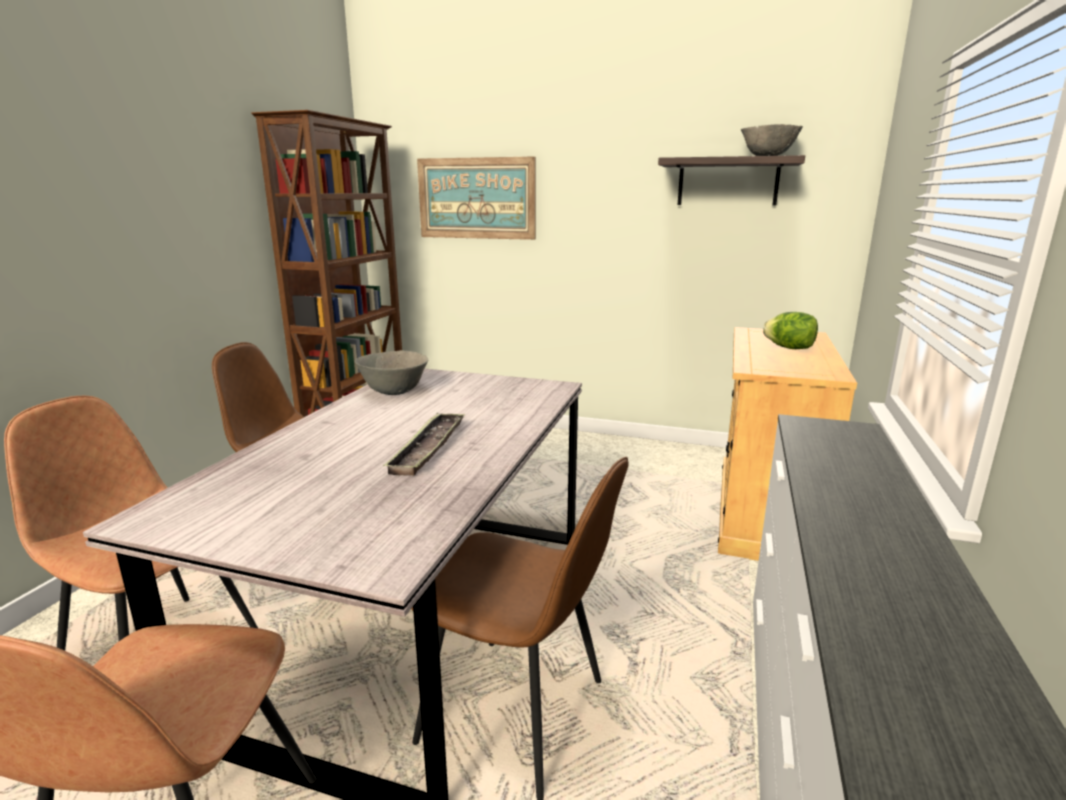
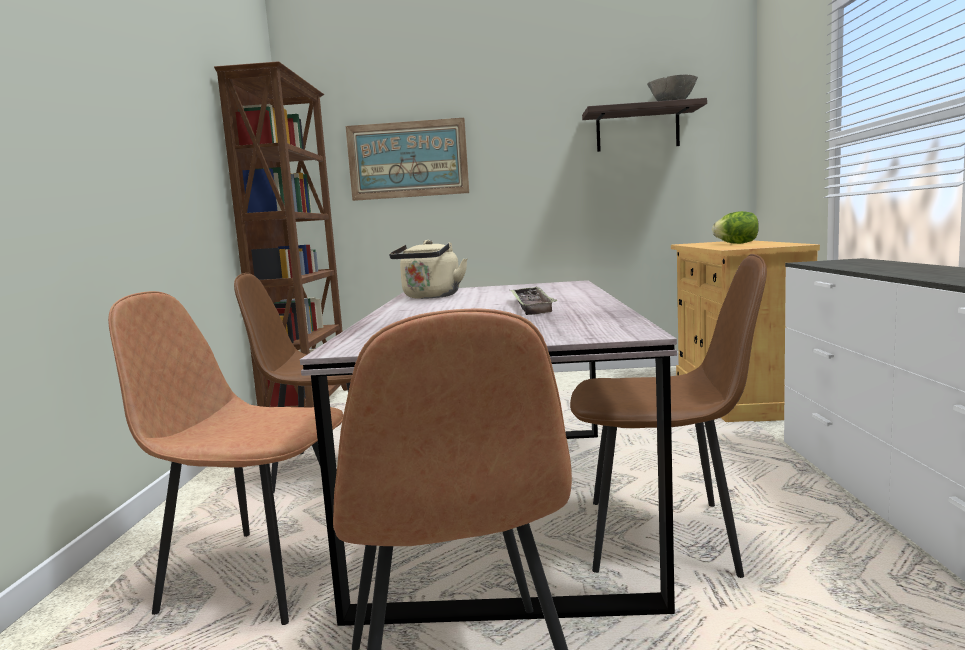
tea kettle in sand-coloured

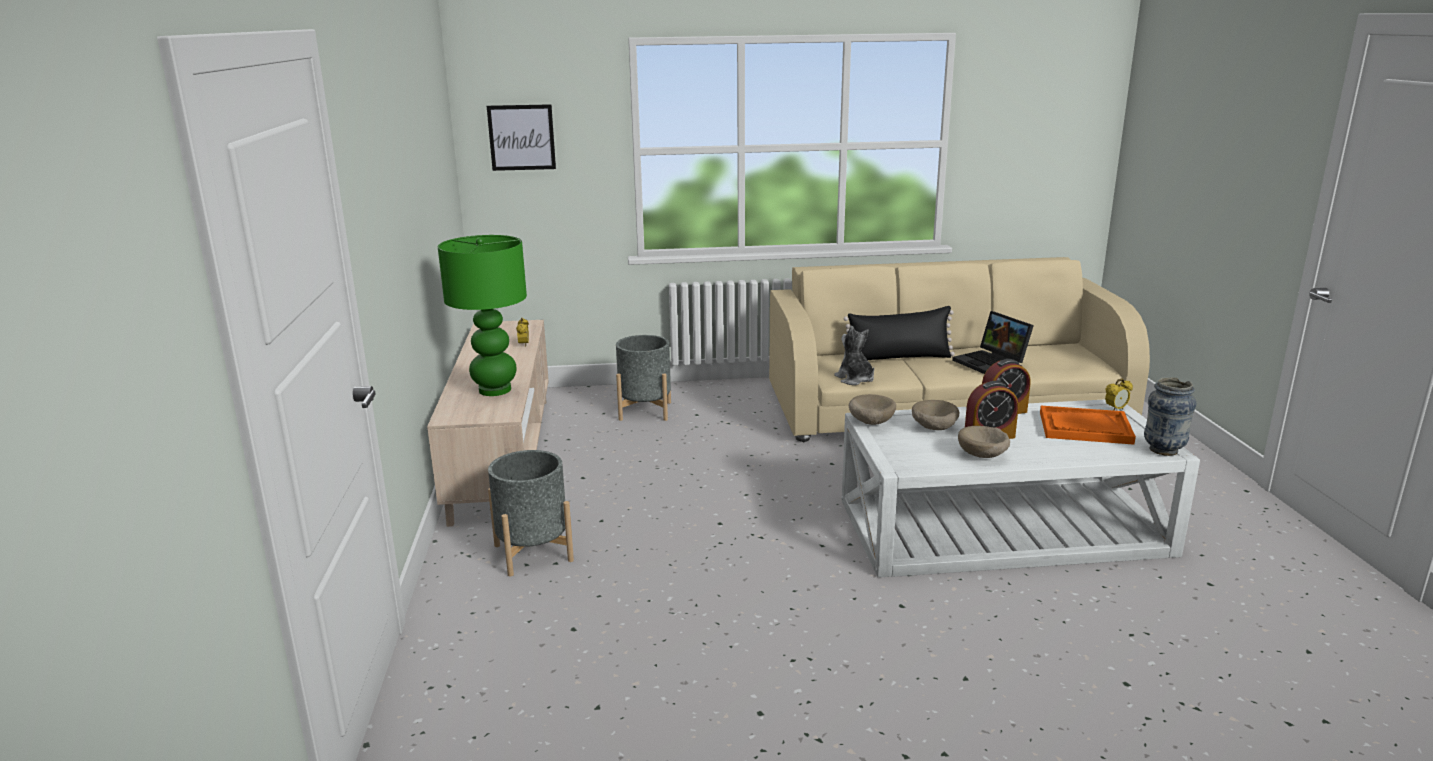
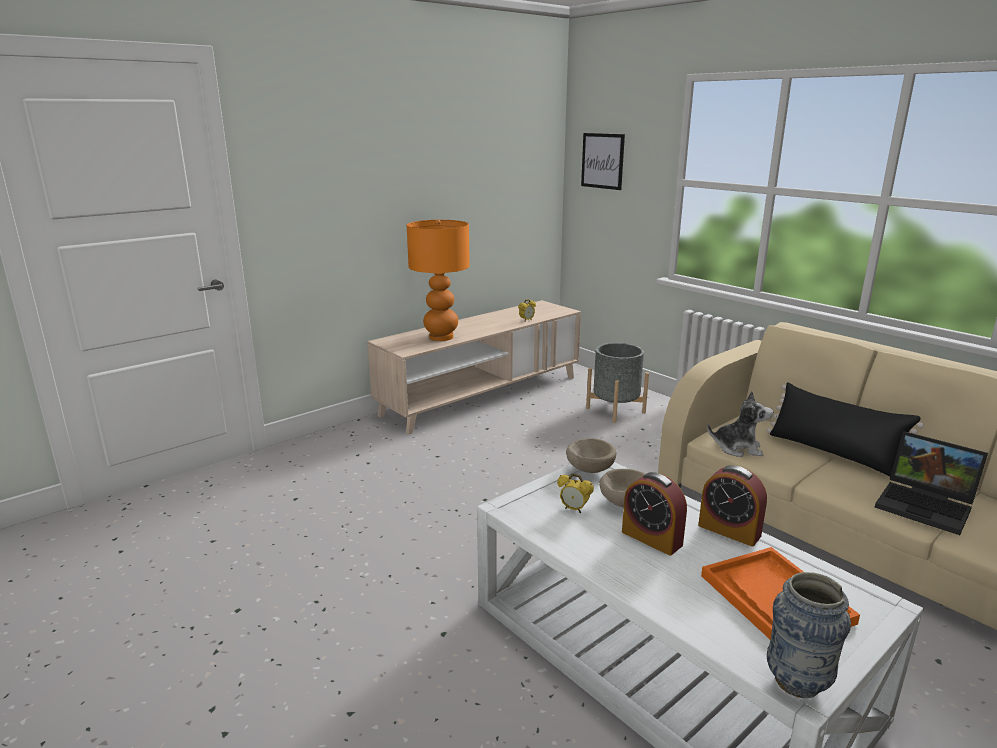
lamp for a table in orange
plant pot in gray (no. 1 from left in the first image)
cuddly toy
portable computer
serving bowl in sand-coloured (no. 3 from left in the first image)
table clock (no. 2 from left)

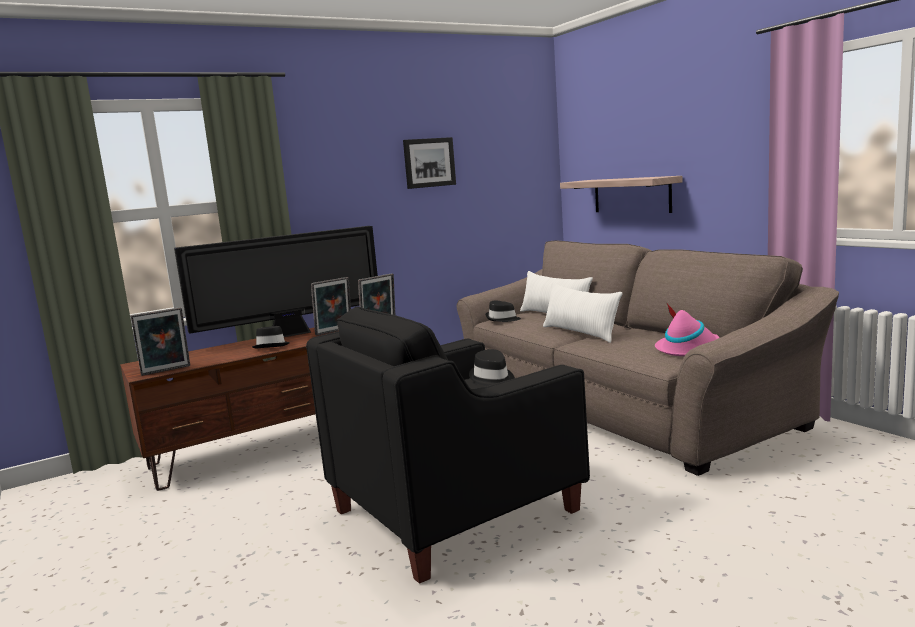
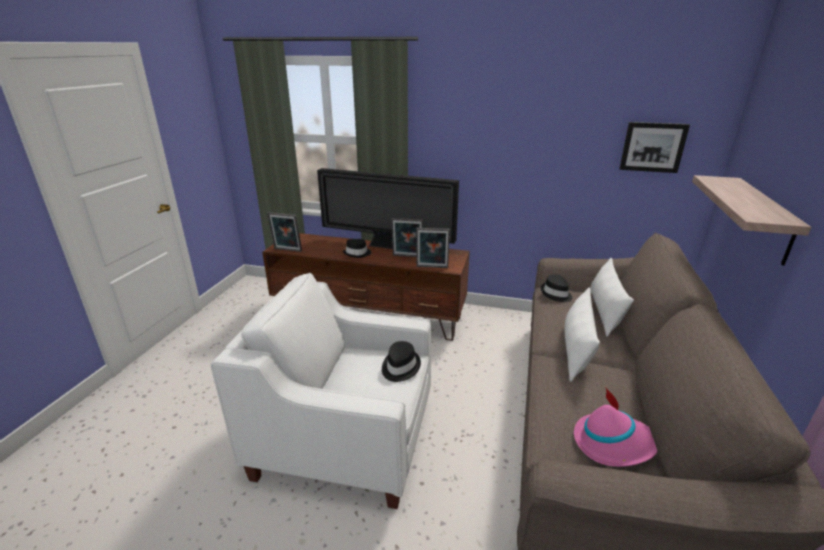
lounge chair in white
picture

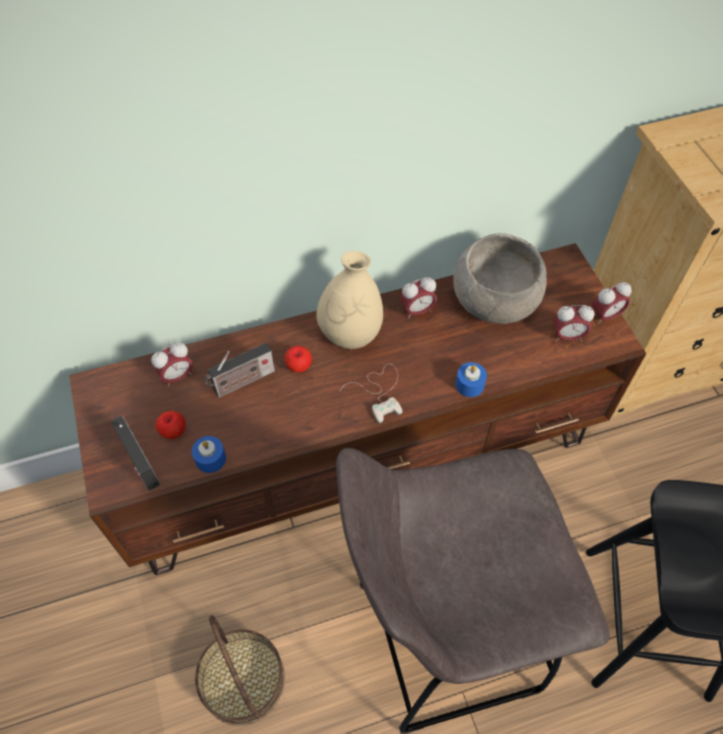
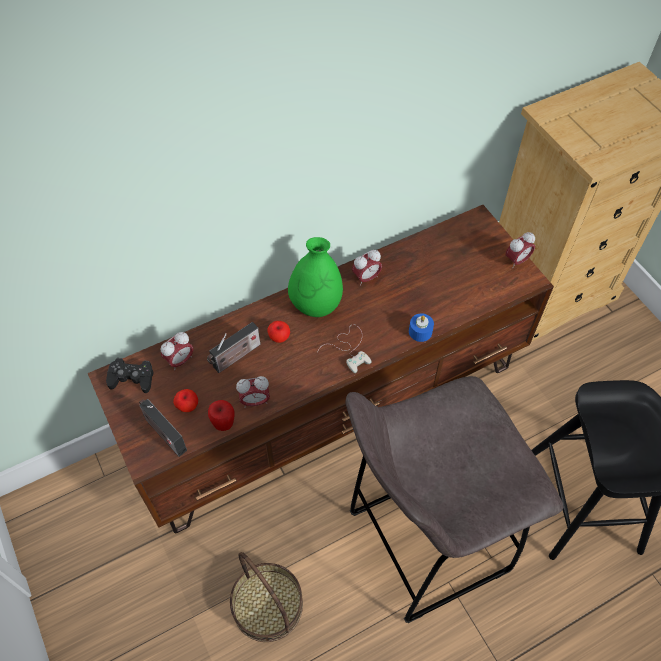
apple fruit (no. 2 from left)
flower vase in greenish
serving bowl in gray
table clock (no. 2 from left)
game controller in black-coloured

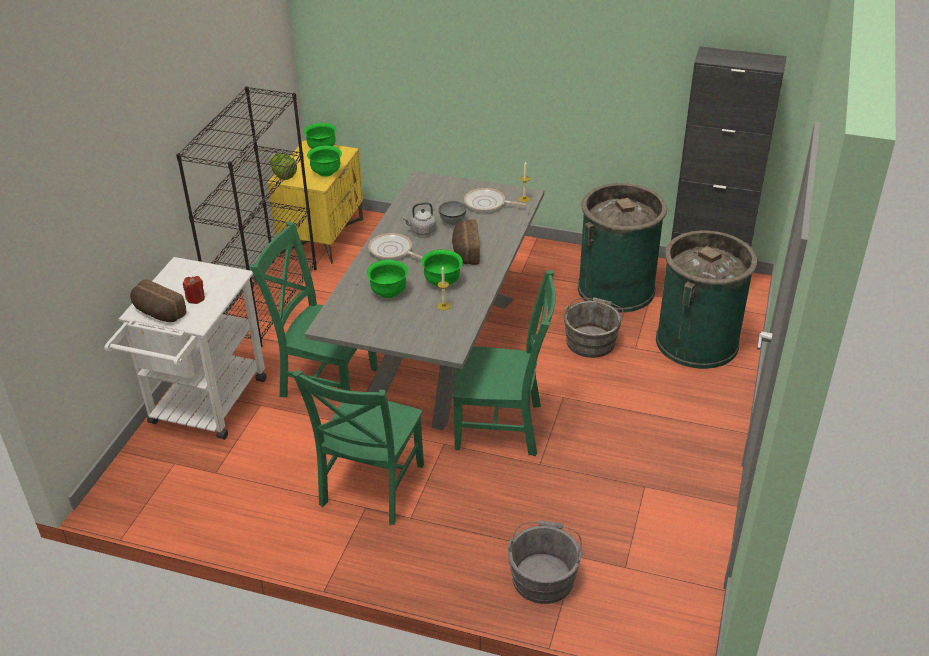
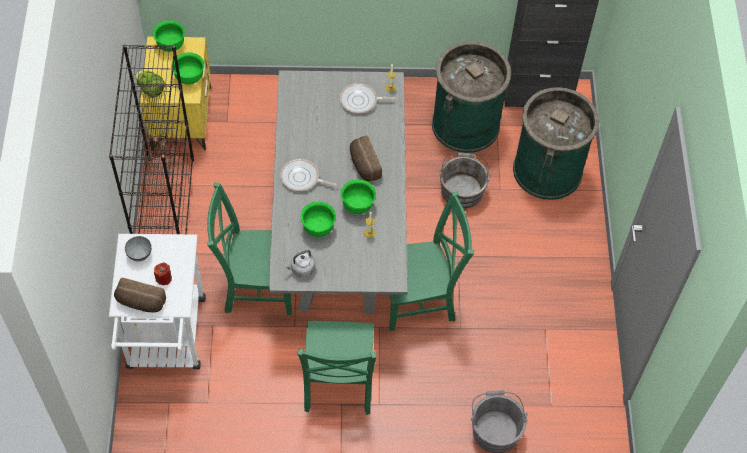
tea kettle in gray
serving bowl in gray

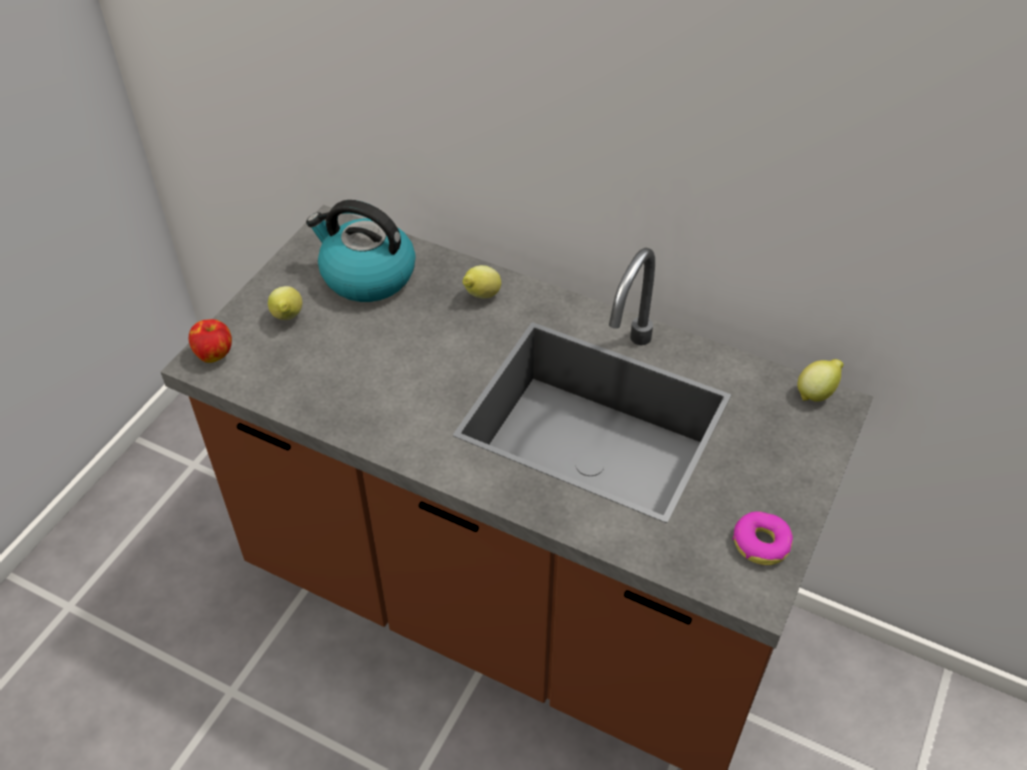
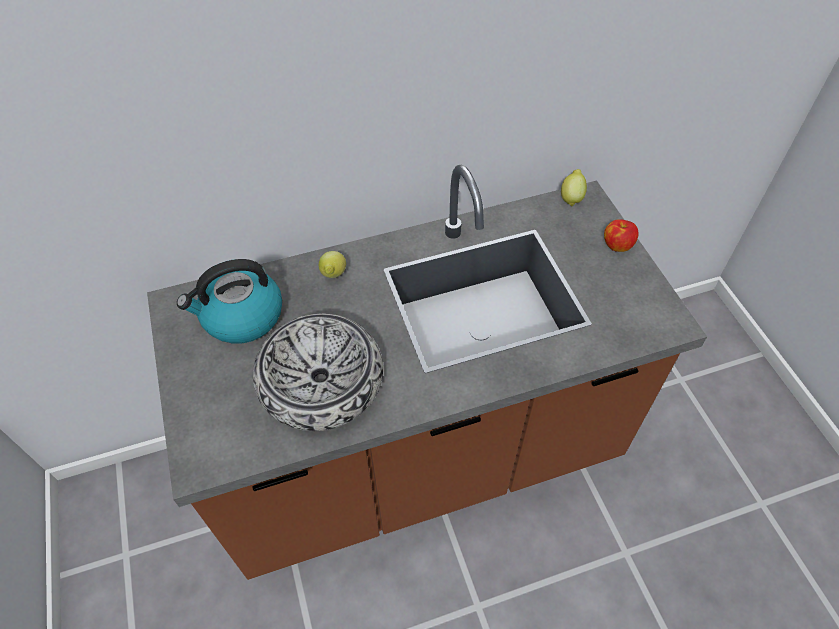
apple fruit
lemon (no. 1 from left in the first image)
donut
serving bowl

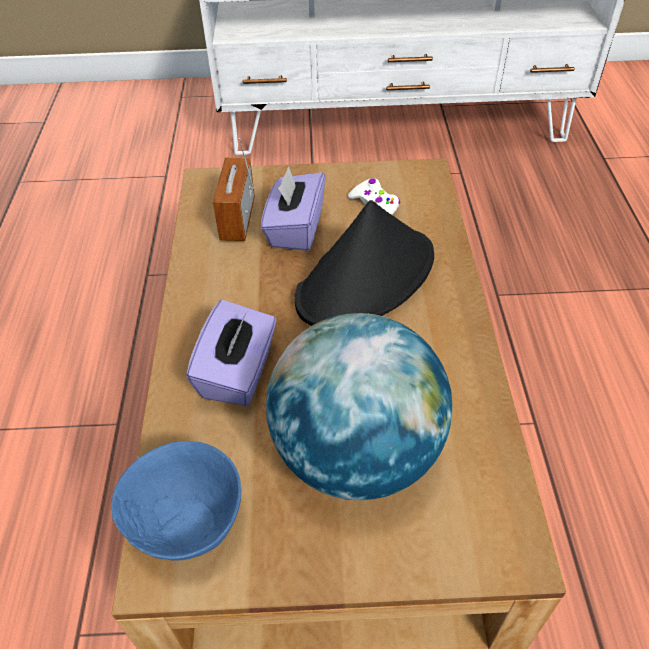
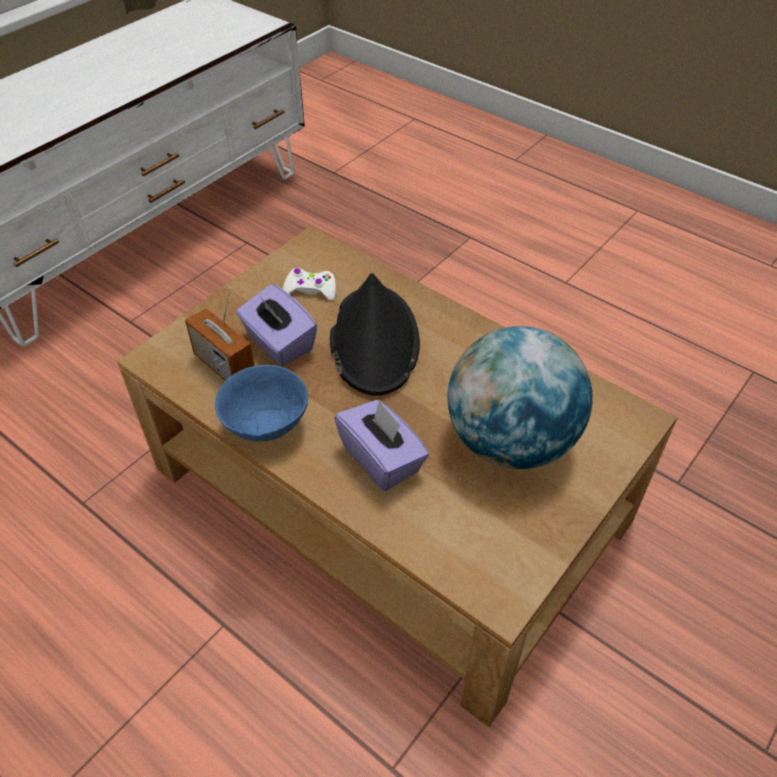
serving bowl in bluish

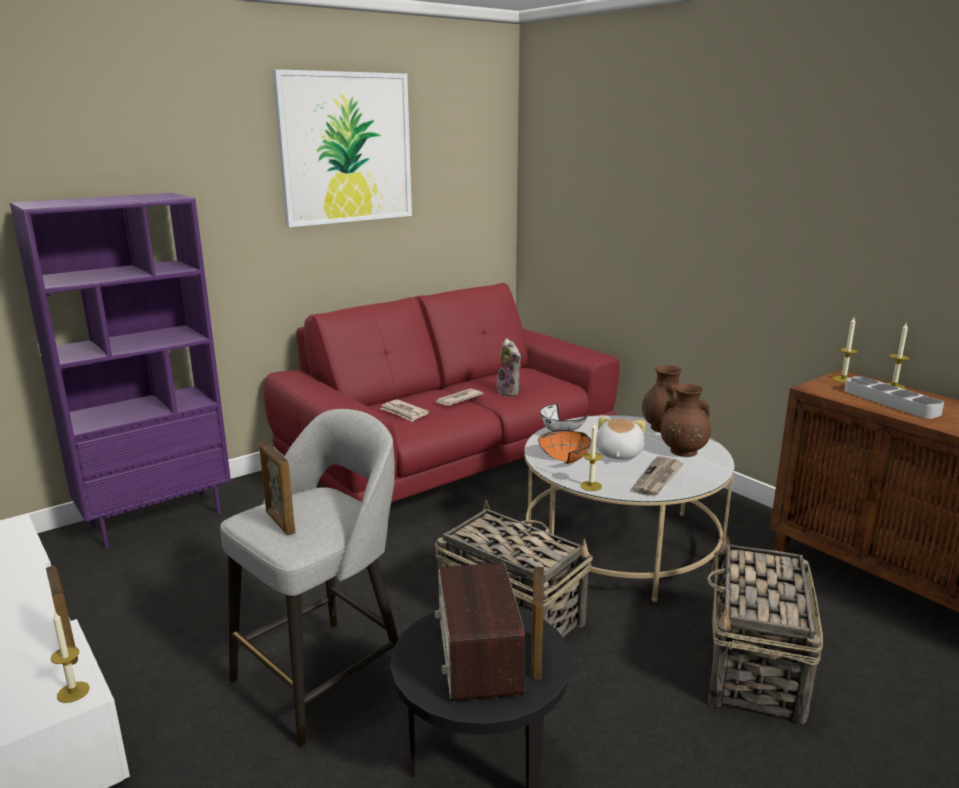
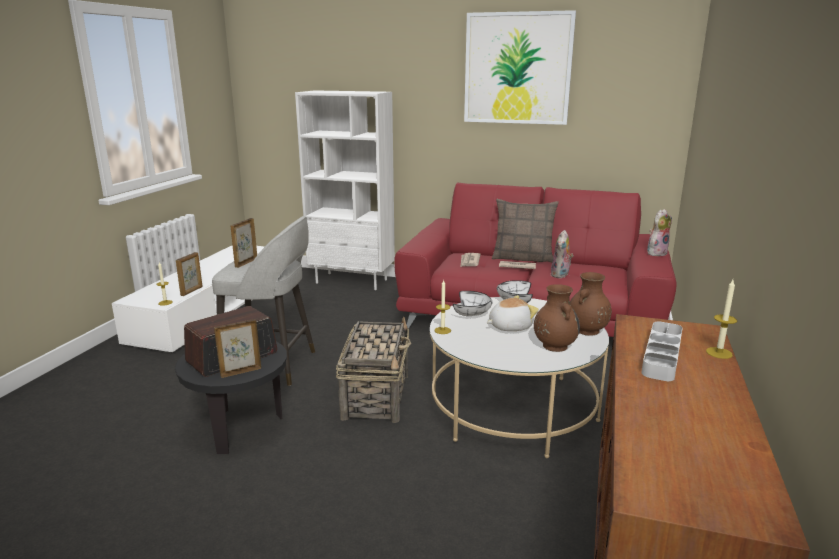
bookshelf in white
serving bowl in white (no. 1 from left)
printed paper (no. 3 from left in the first image)
household basket (no. 2 from left in the first image)
candle (no. 3 from left in the first image)
pillow
cuddly toy (no. 3 from left)

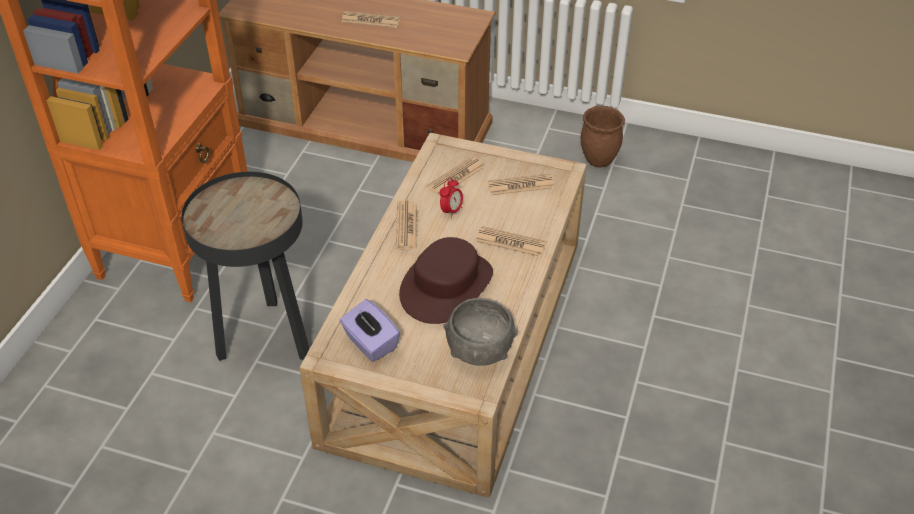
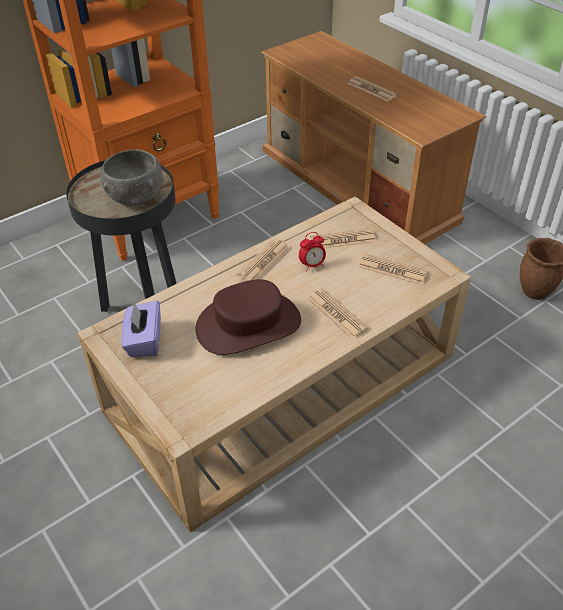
serving bowl in gray

